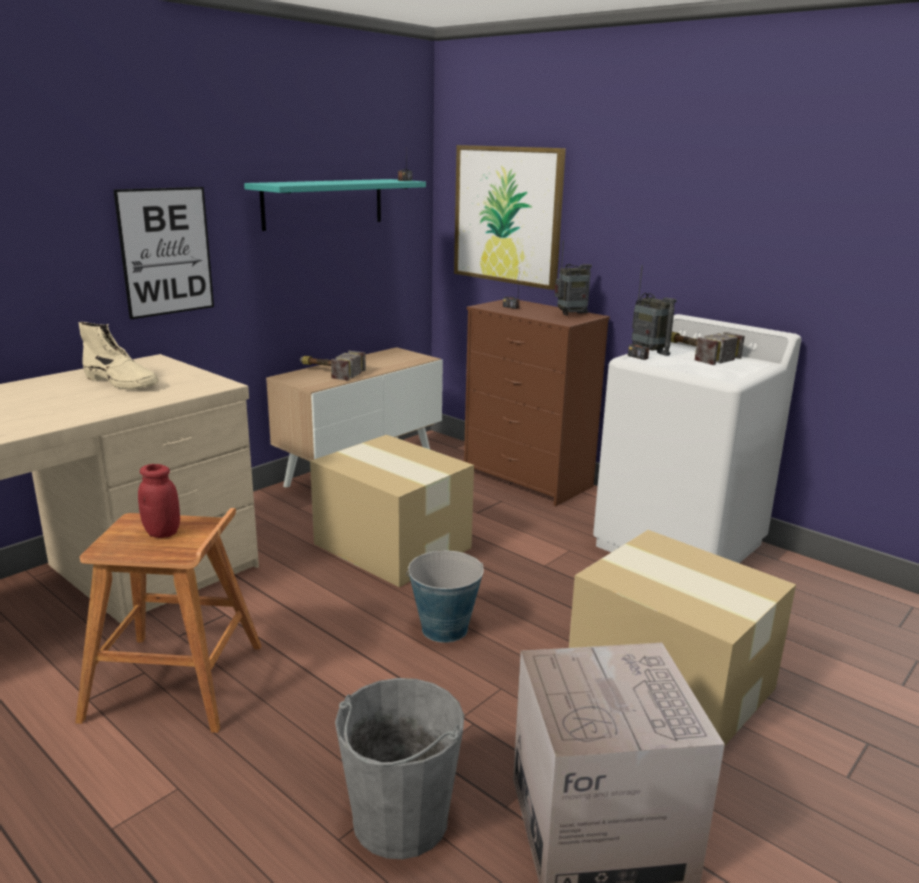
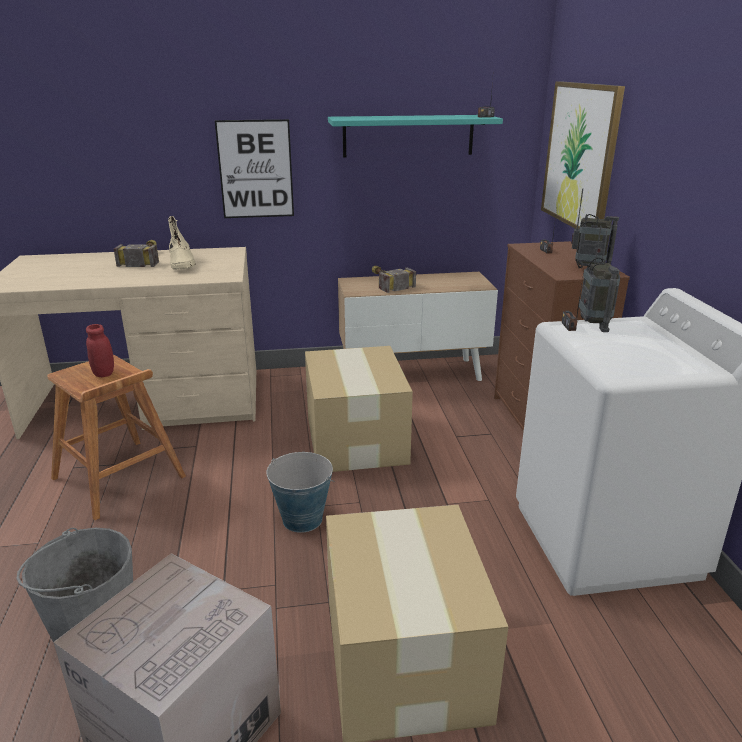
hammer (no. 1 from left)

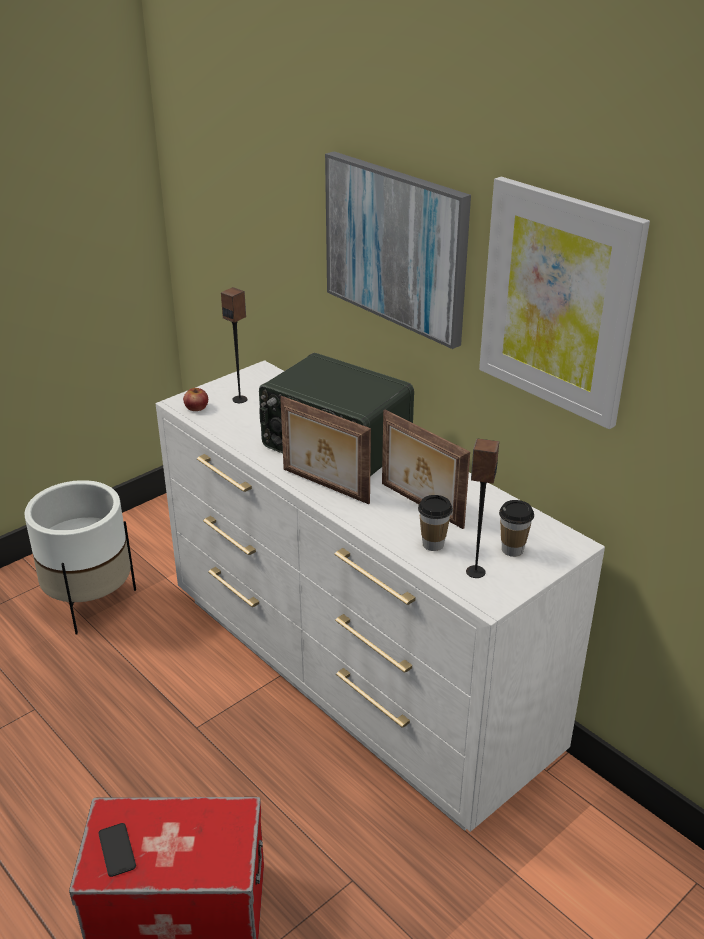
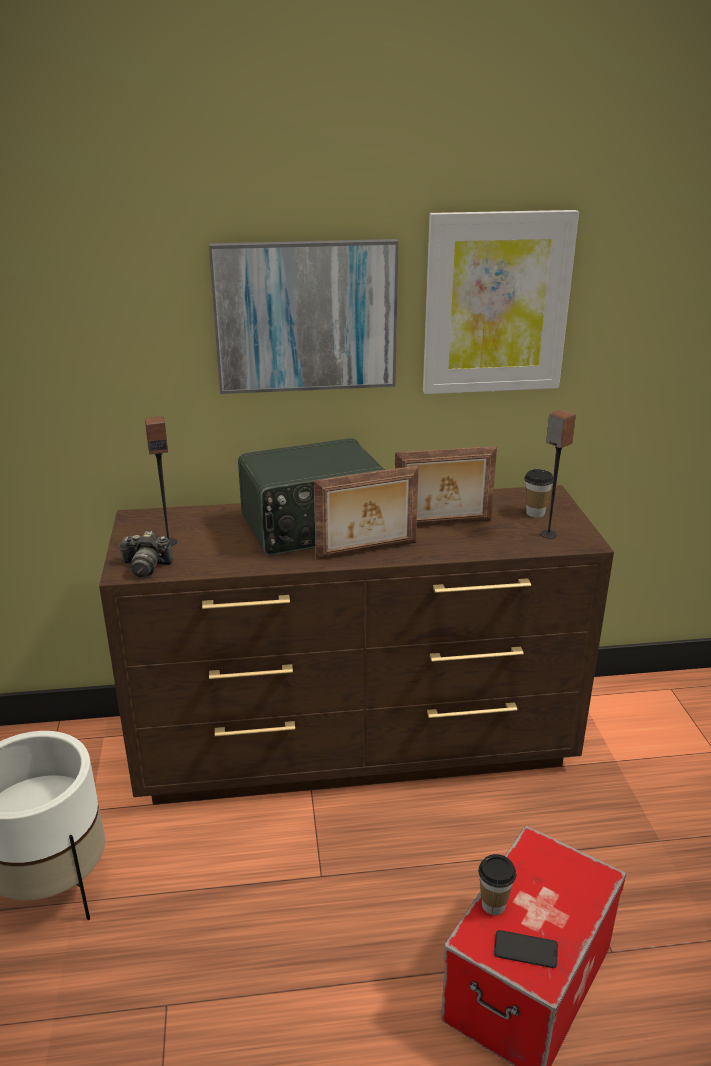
dresser in brown
photo camera
drinking cup (no. 1 from left)

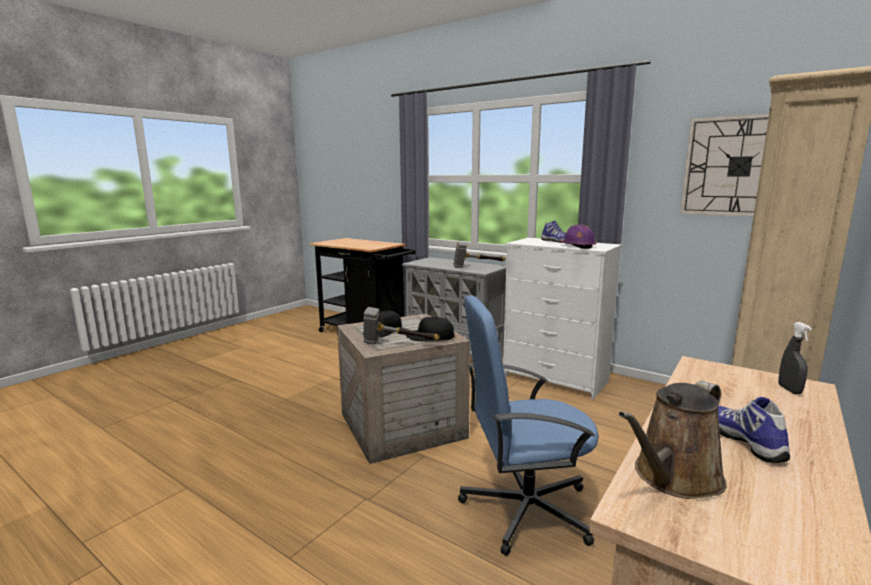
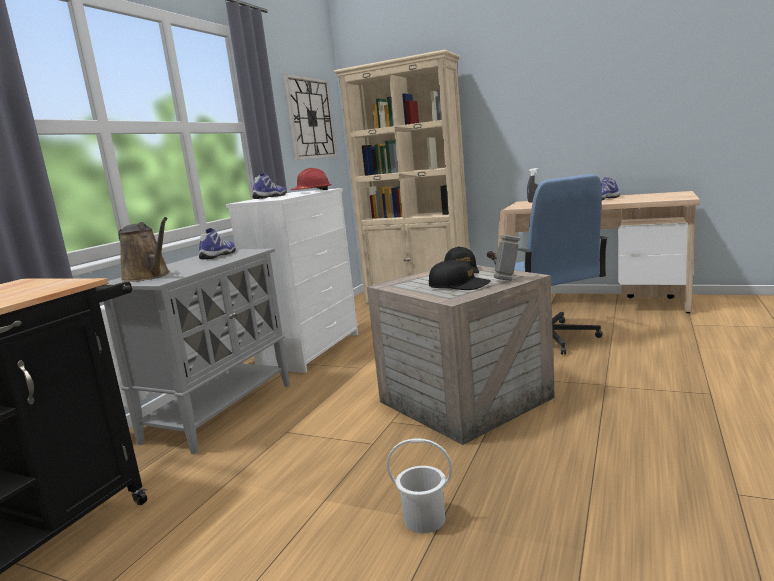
low shoe (no. 1 from left)
safety helmet in red-coloured
sprinkling can in brown
pail in white

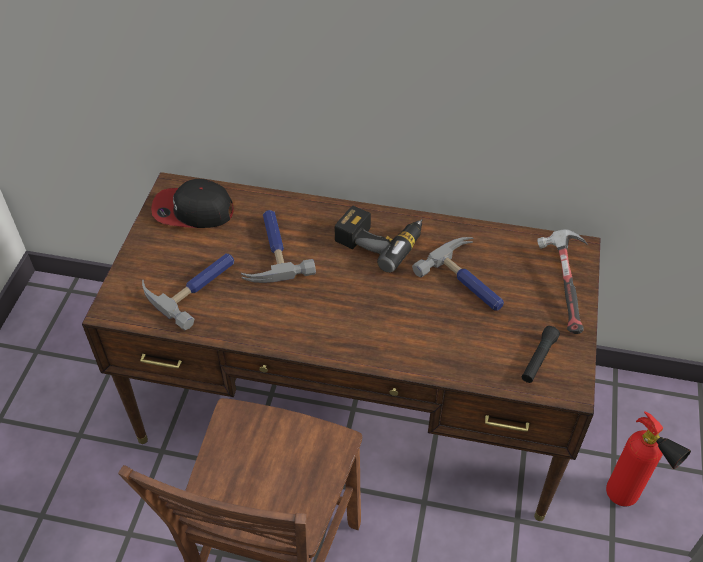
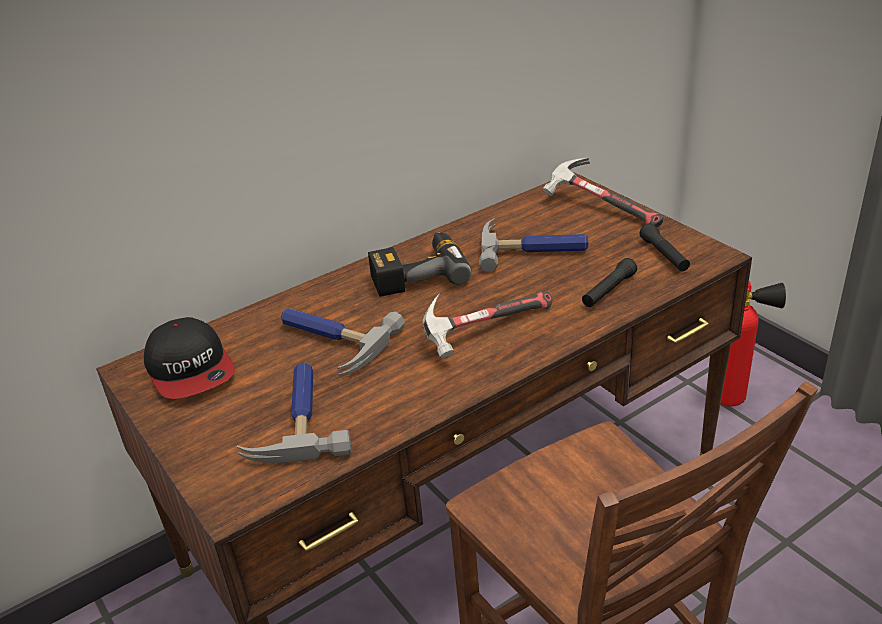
cap
hammer (no. 3 from left)
hand torch in black-coloured (no. 1 from left)

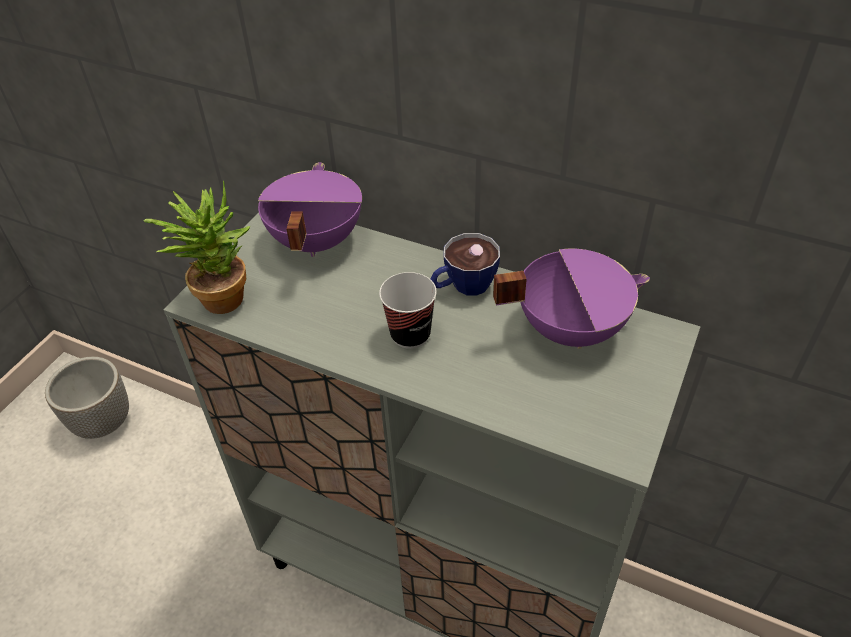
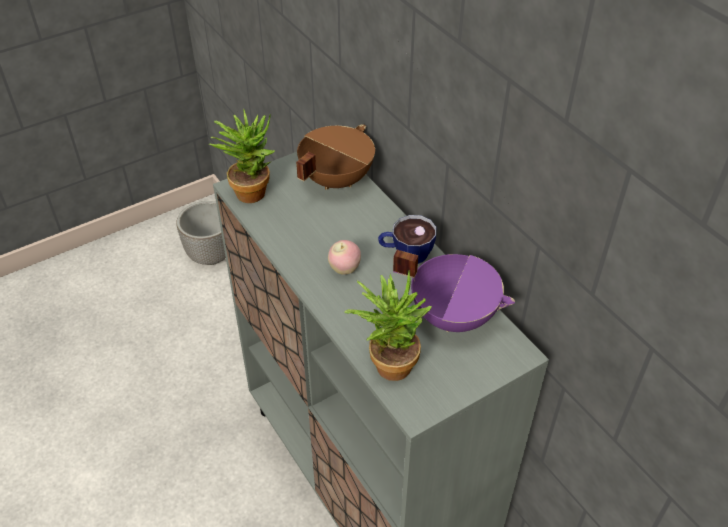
saucepot in brown
apple fruit
houseplant (no. 2 from left)

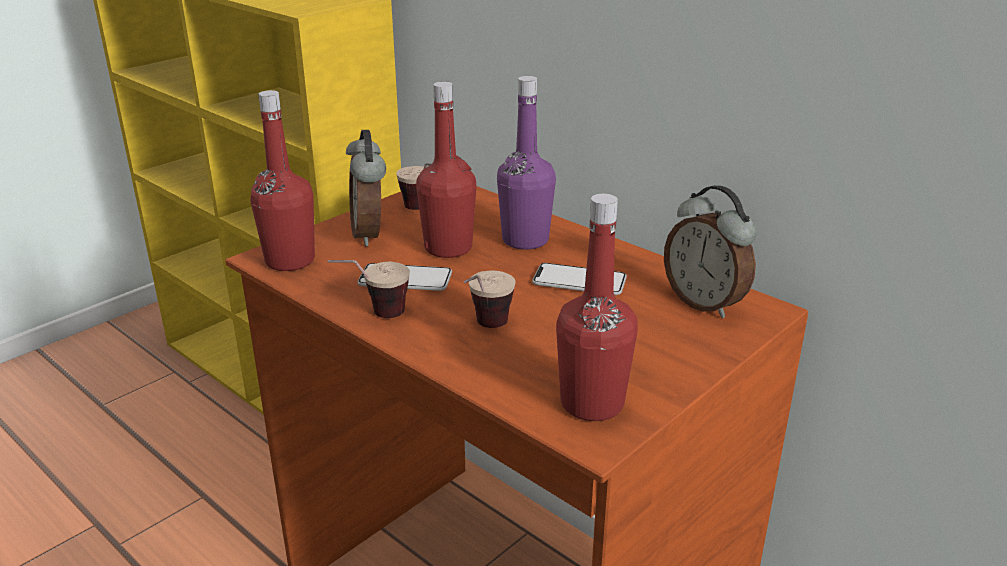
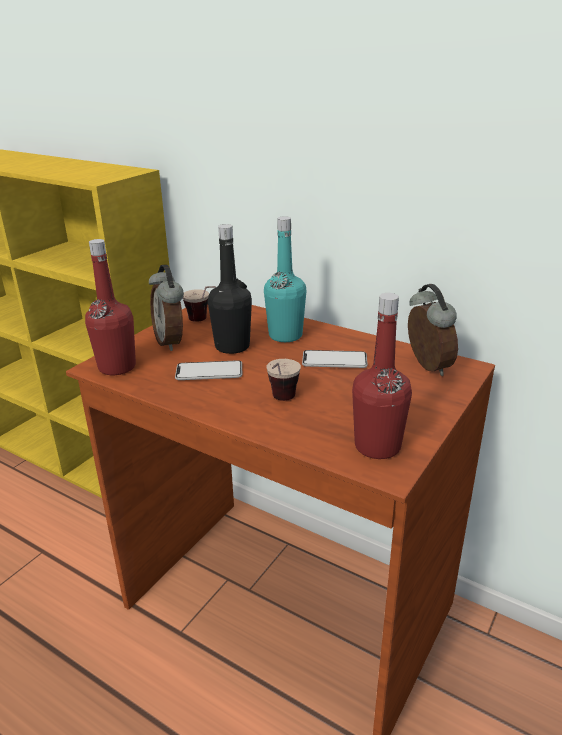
drinking cup (no. 1 from left in the first image)
bottle in black-coloured
bottle in blue-green
table clock (no. 2 from left)

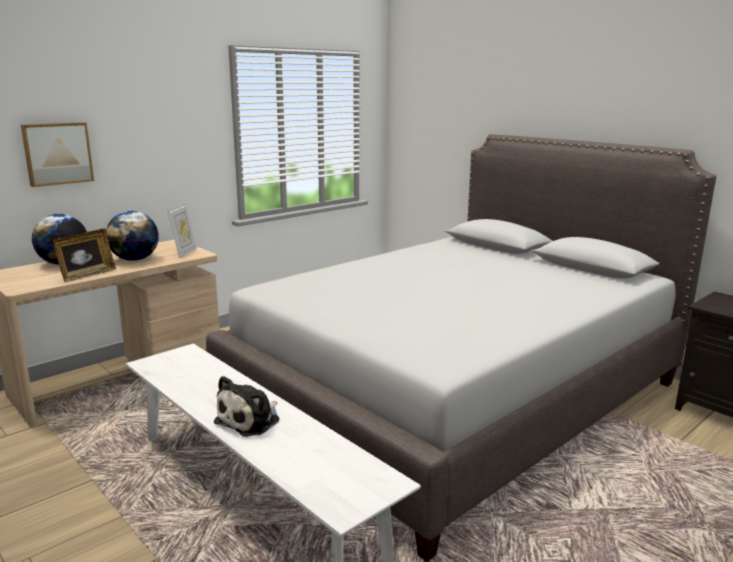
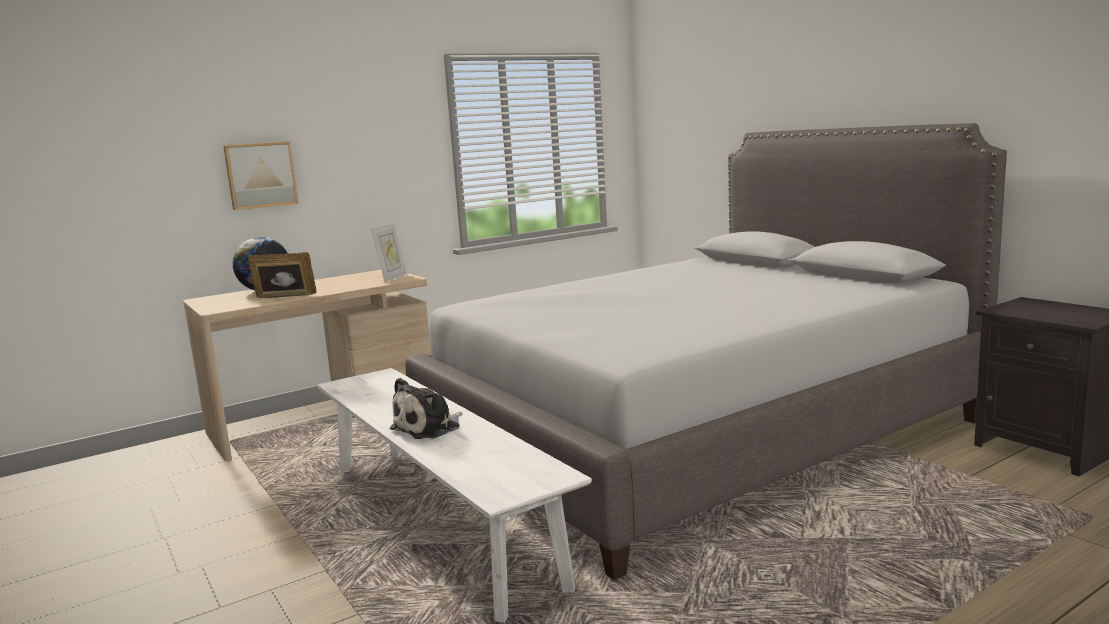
photo frame (no. 1 from left)
desk globe (no. 2 from left in the first image)

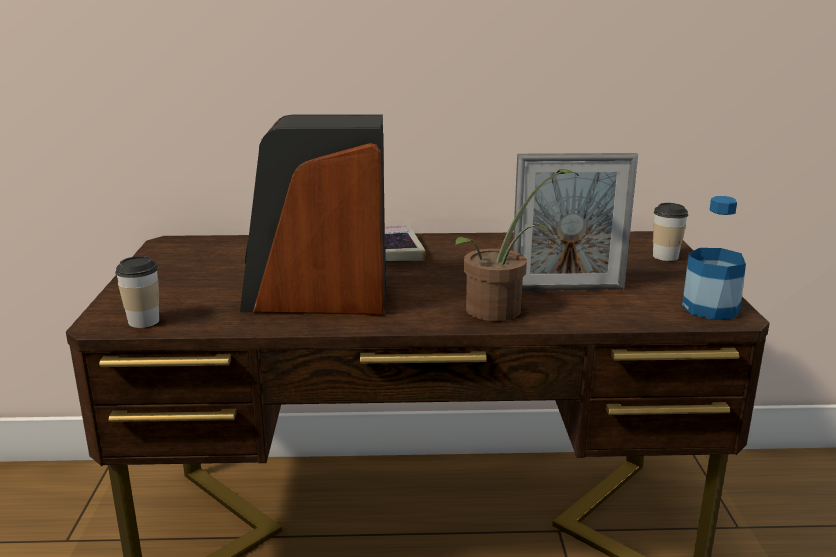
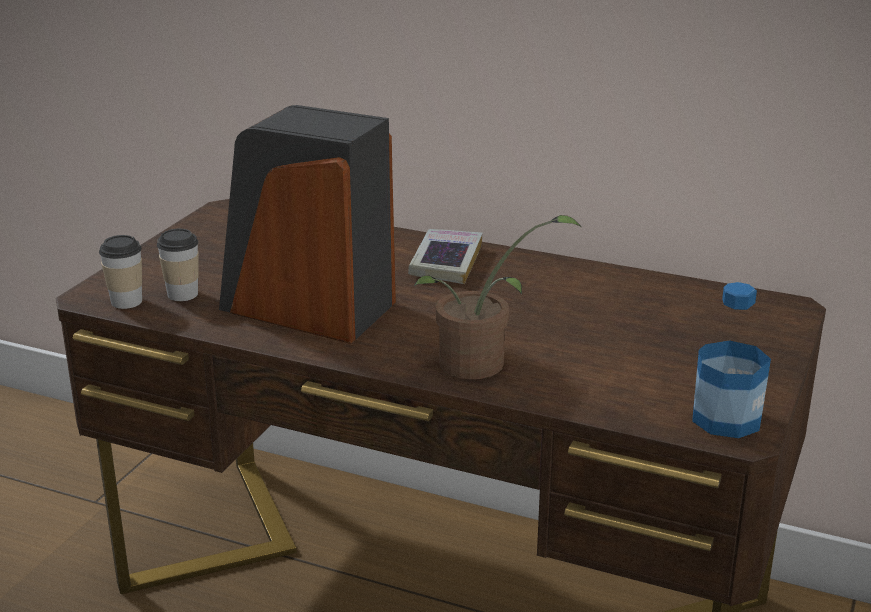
photo frame
drinking cup (no. 2 from left)

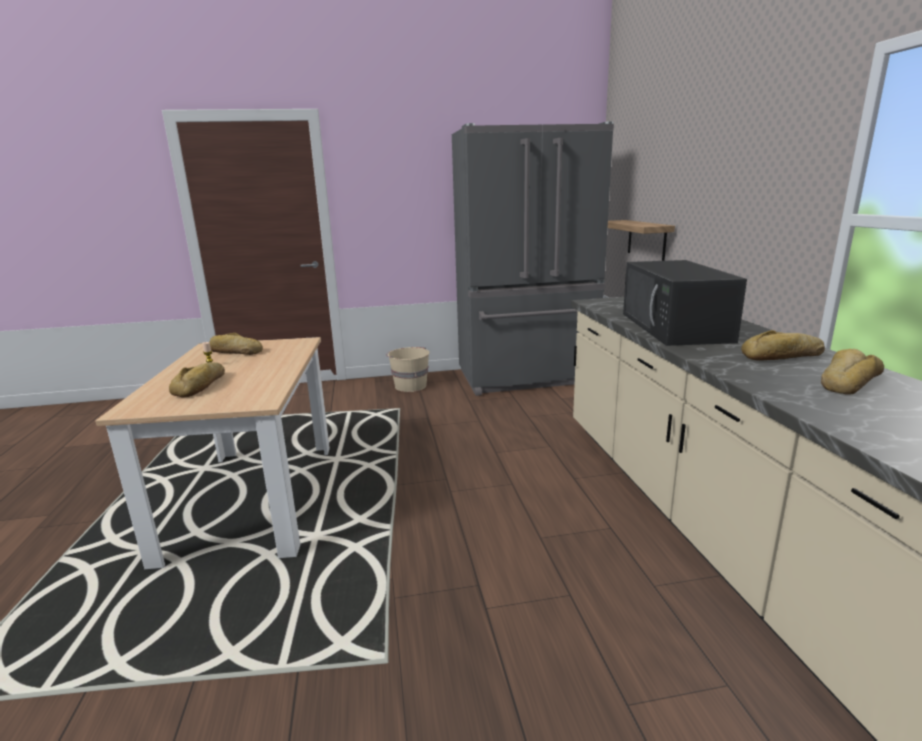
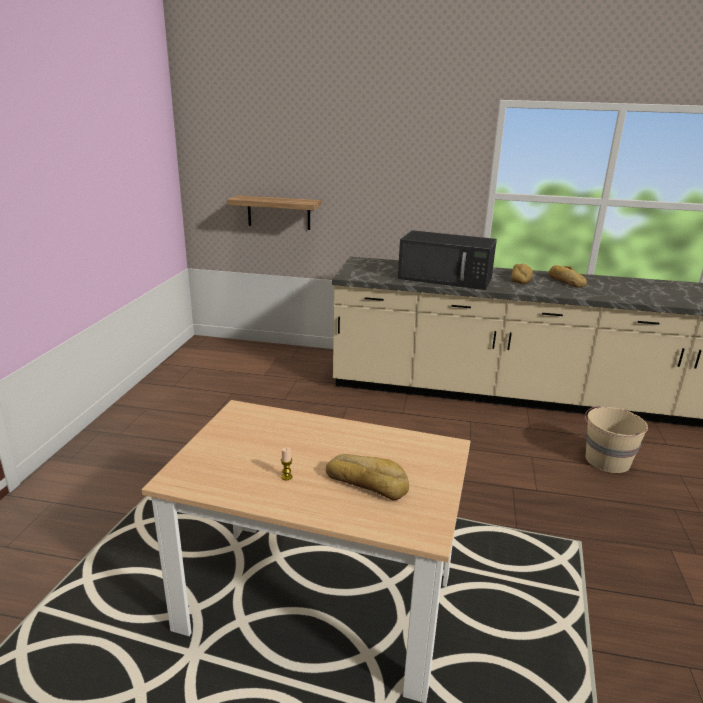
bakery bread (no. 2 from left in the first image)
pail in sand-coloured
fridge in gray

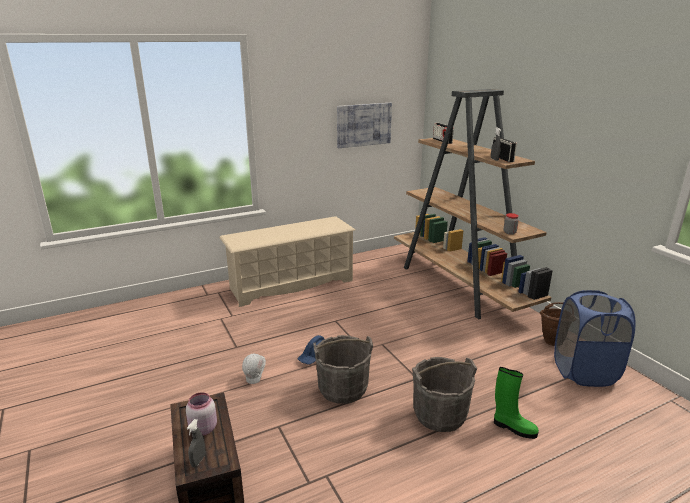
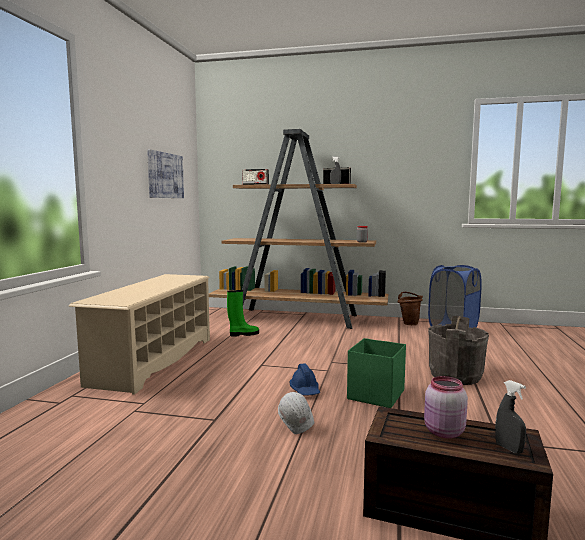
storage box in greenish
tall boot in greenish

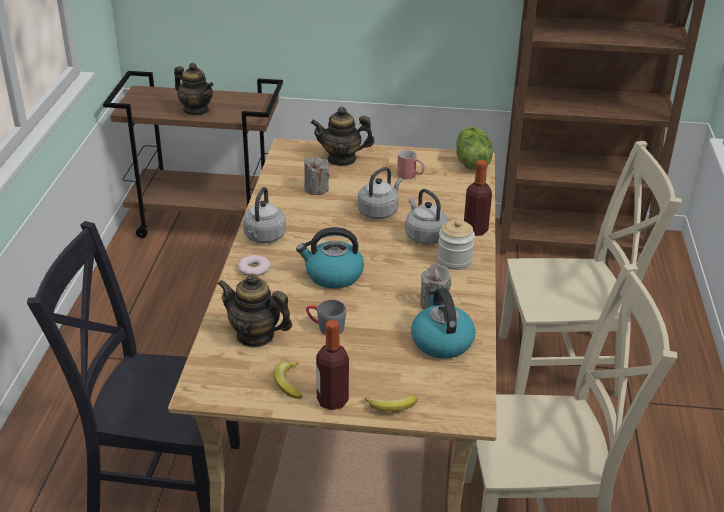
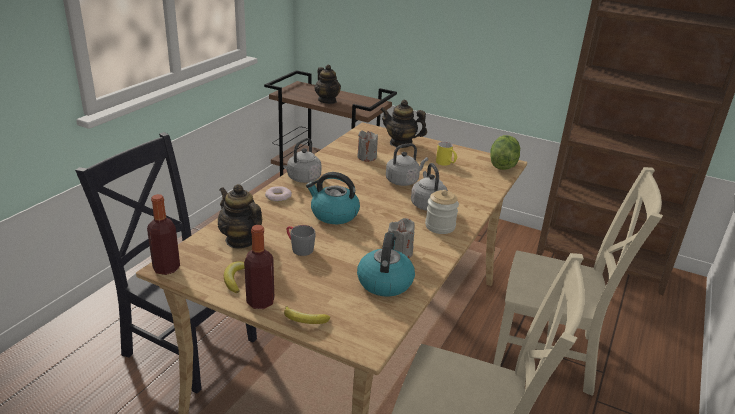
coffee mug in yellow
bottle (no. 1 from left)

